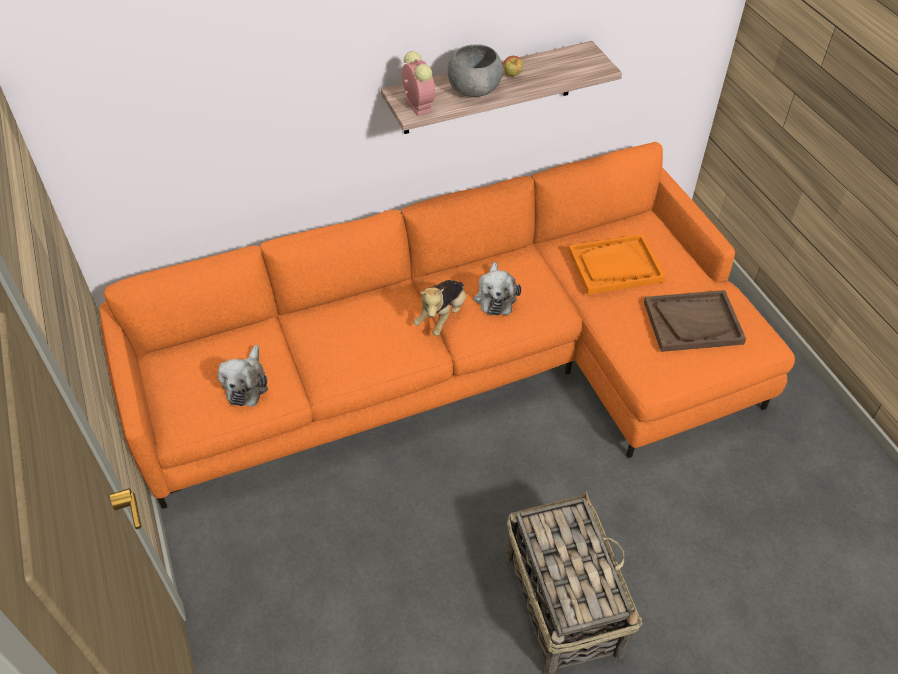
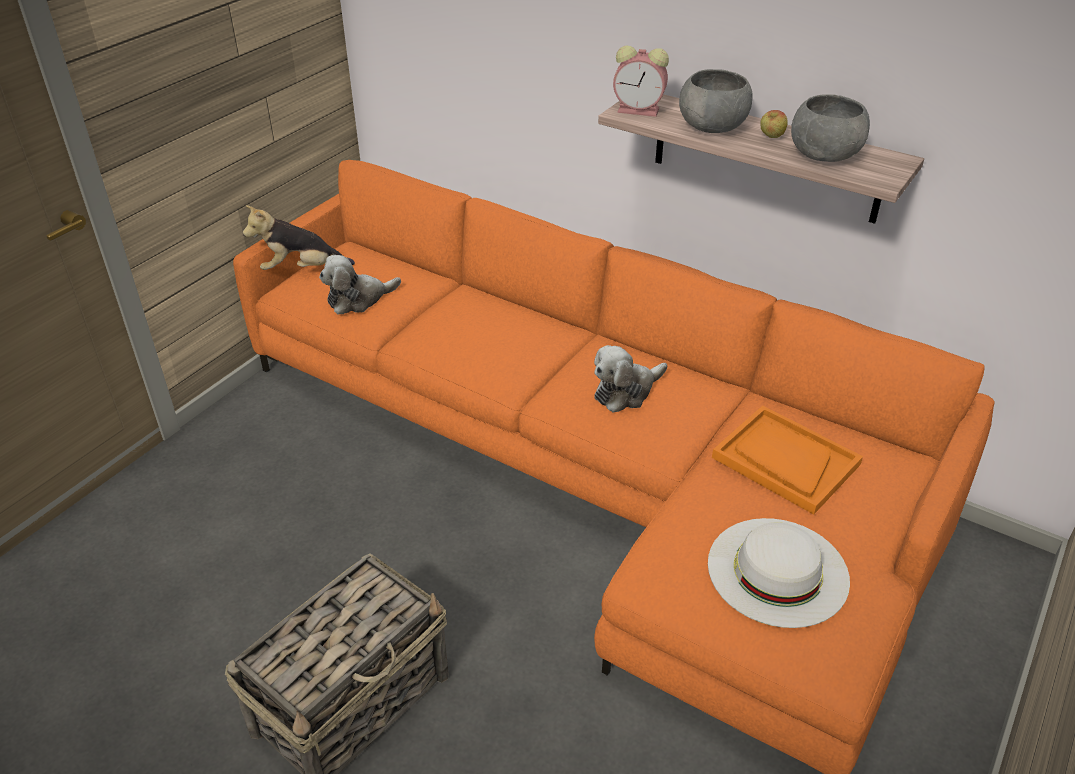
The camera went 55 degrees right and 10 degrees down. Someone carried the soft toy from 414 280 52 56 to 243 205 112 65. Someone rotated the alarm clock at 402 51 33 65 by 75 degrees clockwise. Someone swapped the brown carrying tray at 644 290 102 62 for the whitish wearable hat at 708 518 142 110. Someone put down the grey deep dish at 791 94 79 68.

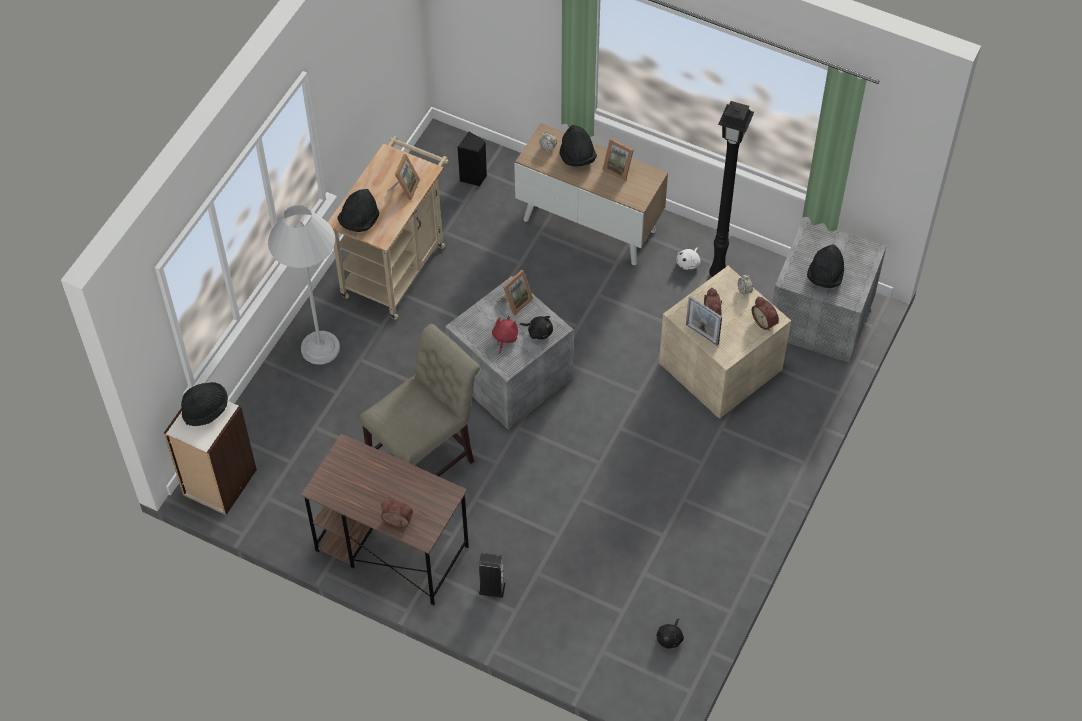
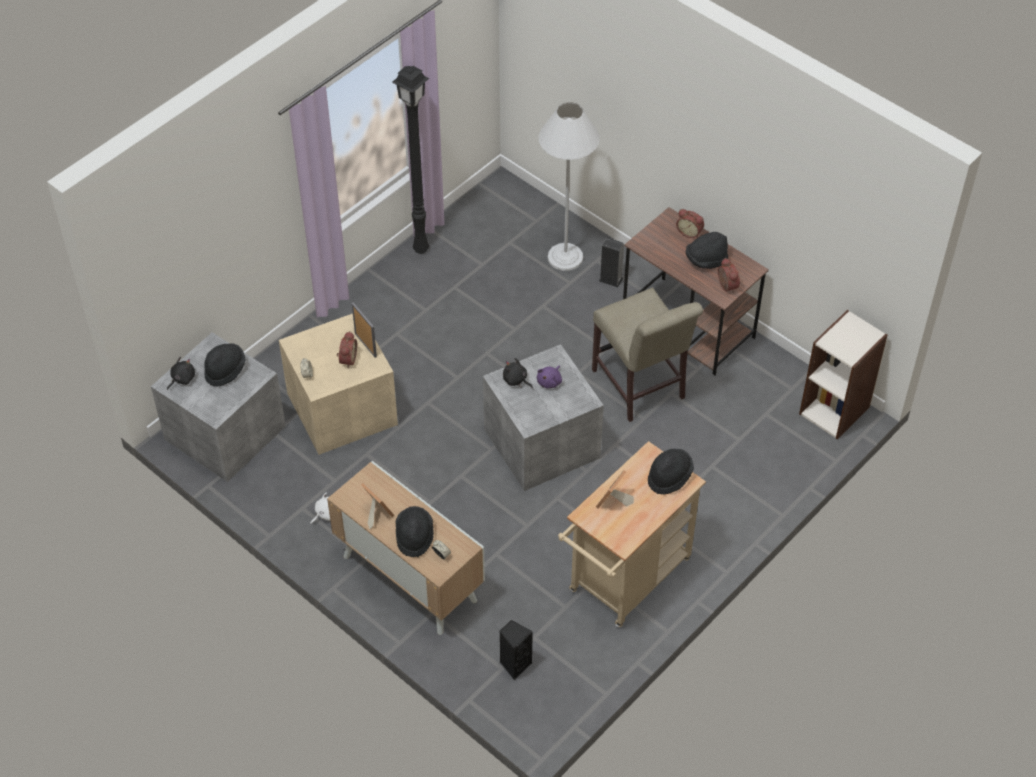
The camera went 165 degrees left and 5 degrees down. Someone carried the black-coloured soft toy from 656 619 28 30 to 167 357 28 33. Someone carried the black-coloured floor lamp from 709 101 45 176 to 392 66 37 188. Someone repainted the red-coloured soft toy at 492 316 26 38, which became the purplish soft toy at 537 366 25 22. Someone carried the whitish floor lamp from 268 205 72 159 to 539 102 61 169. Someone rotated the sand-coloured upright chair at 360 324 120 152 by 90 degrees counterclockwise. Someone carried the black-coloured wearable hat from 181 382 47 44 to 686 232 42 37. Someone carried the alarm clock from 752 297 27 34 to 718 258 22 35. Someone took away the picture frame at 497 270 36 45.

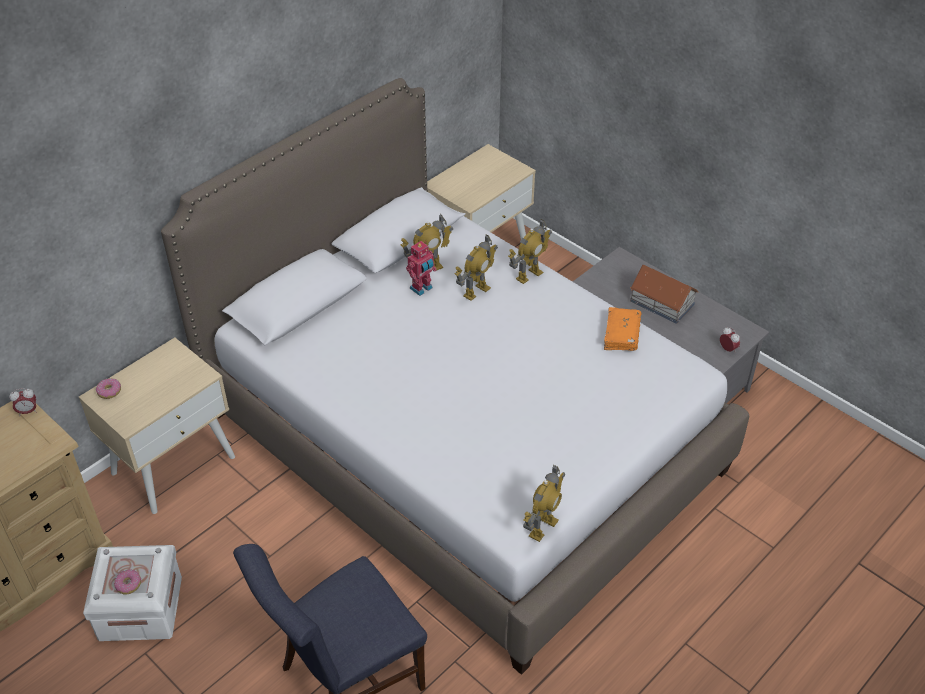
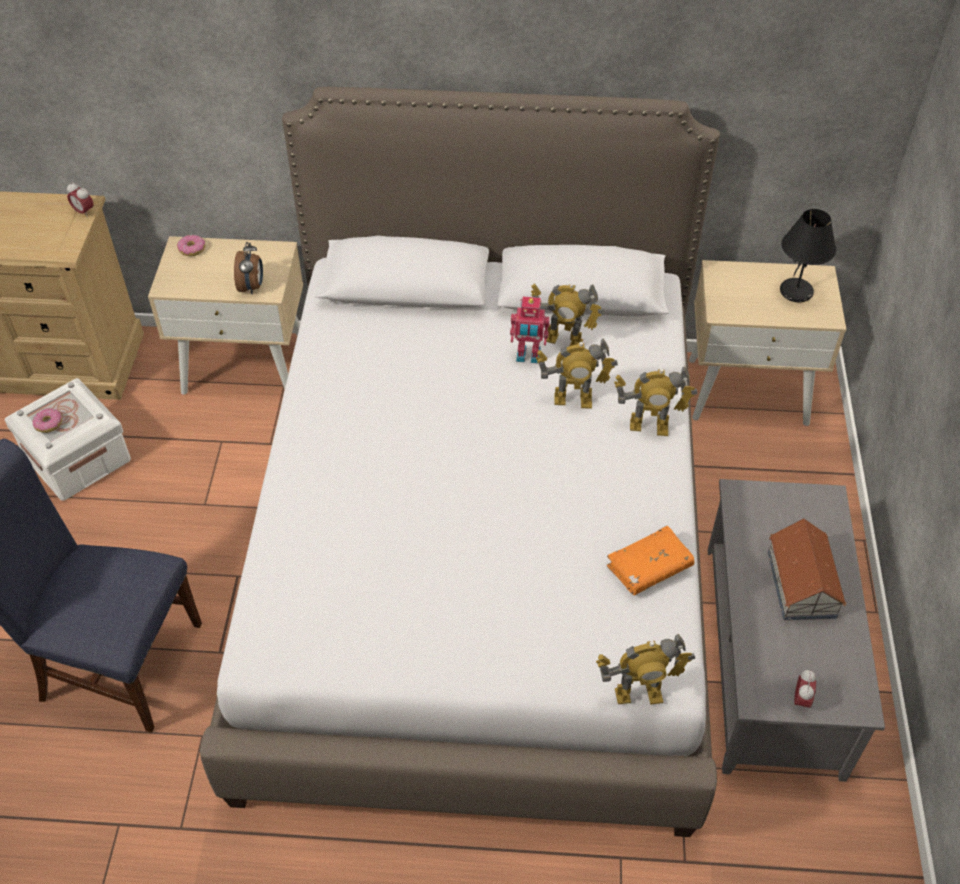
The camera went 50 degrees right and 5 degrees up. Someone put down the alarm clock at 234 242 29 52. Someone carried the model robot from 523 465 42 77 to 596 634 99 71. Someone put down the black-coloured tabletop lamp at 780 209 56 93.

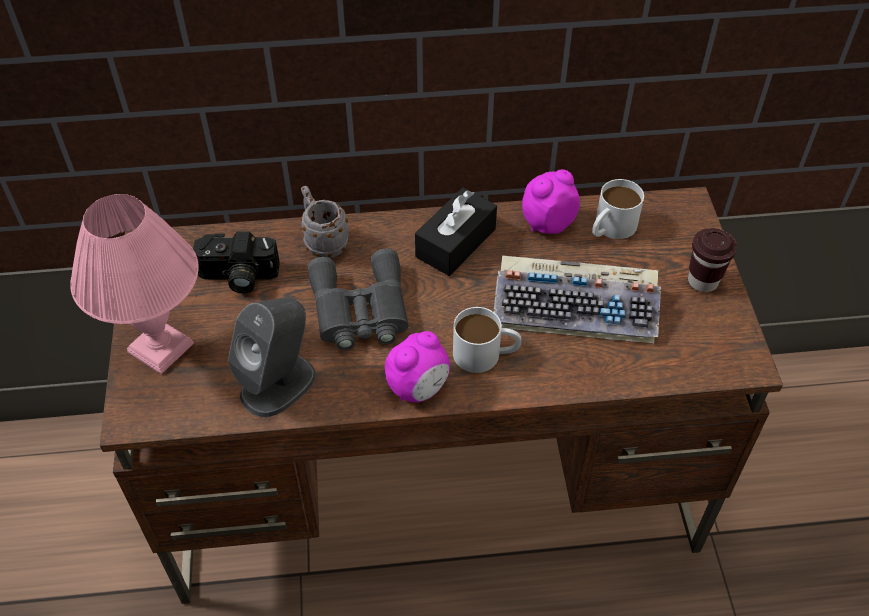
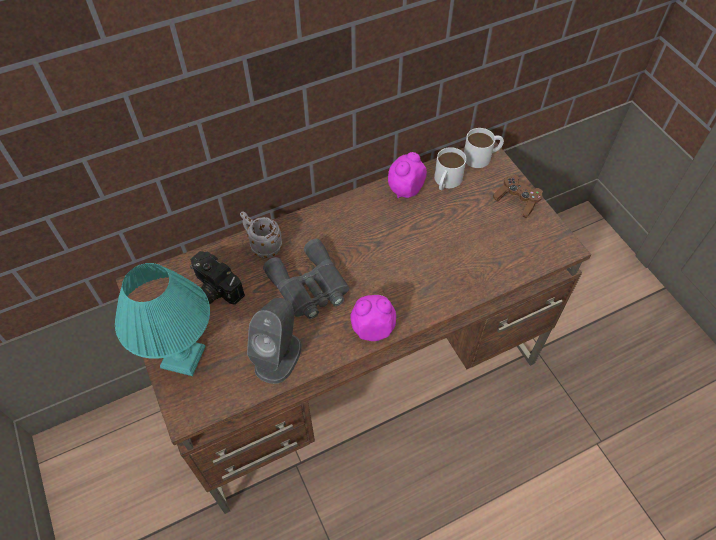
The camera went 20 degrees left and 5 degrees up. Someone repainted the pink tabletop lamp at 70 194 129 180, which became the blue-green tabletop lamp at 115 263 95 113. Someone rotated the still camera at 193 232 87 61 by 60 degrees clockwise. Someone rotated the alarm clock at 385 331 65 72 by 120 degrees counterclockwise. Someone carried the whitish coffee mug from 453 307 68 66 to 464 128 40 40. Someone swapped the brown drinking cup at 688 228 49 64 for the brown joypad at 493 174 50 44. Someone took away the black-coloured box of tissues at 415 188 82 88. Someone took away the computer keyboard at 493 256 168 87.

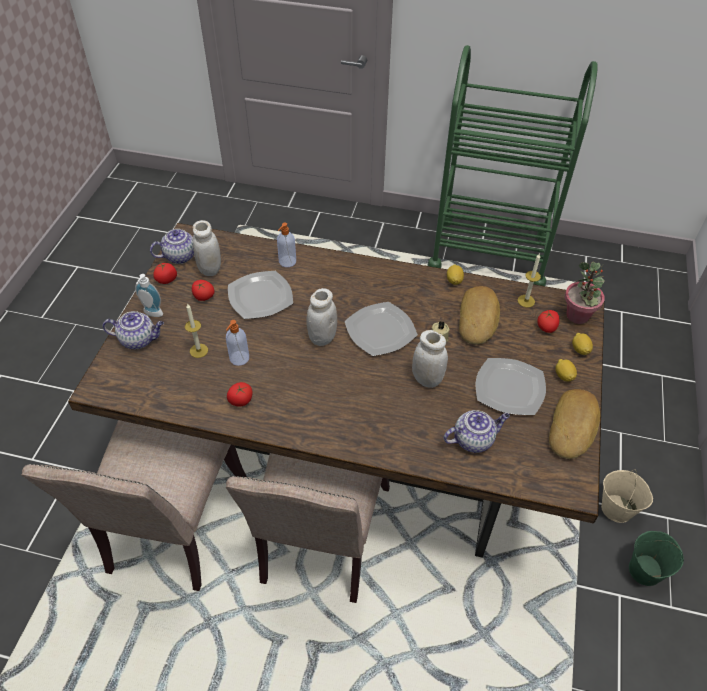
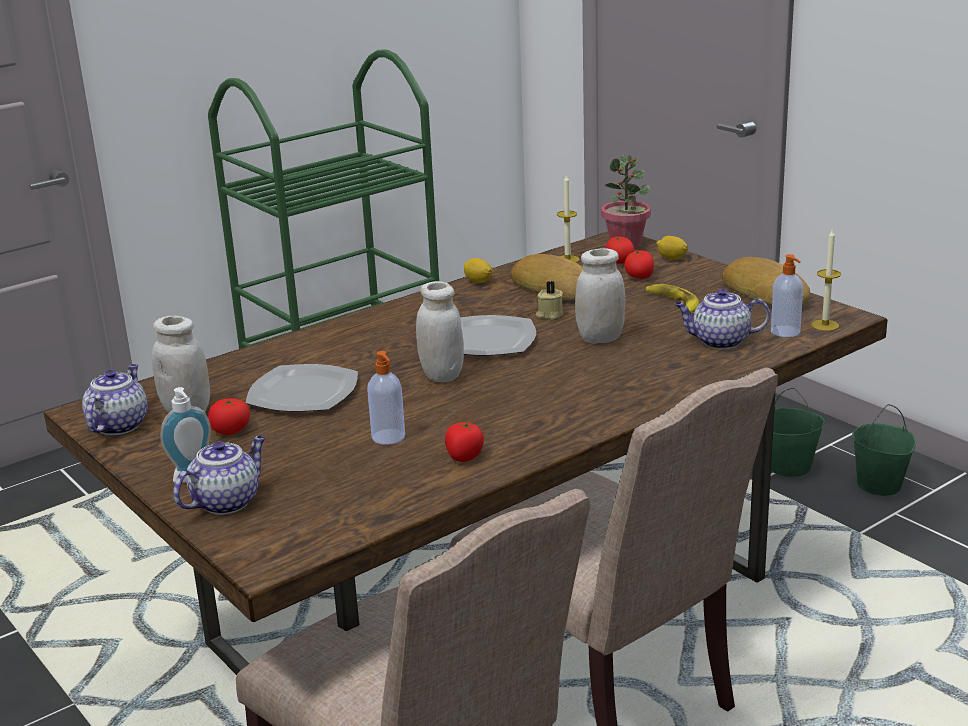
The camera went 50 degrees left and 25 degrees down. Someone carried the fresh tomato from 153 263 24 21 to 624 250 30 29. Someone swapped the plate at 476 358 70 57 for the banana at 646 284 53 29. Someone rotated the pot for tea at 443 410 67 43 by 105 degrees counterclockwise. Someone carried the soap dispenser from 277 222 19 45 to 771 254 32 83. Someone repainted the sand-coloured pail at 601 469 52 54, which became the green-coloured pail at 771 388 54 89. Someone carried the wax candle from 185 303 23 55 to 811 228 30 103. Someone took away the citrus fruit at 555 359 22 23.

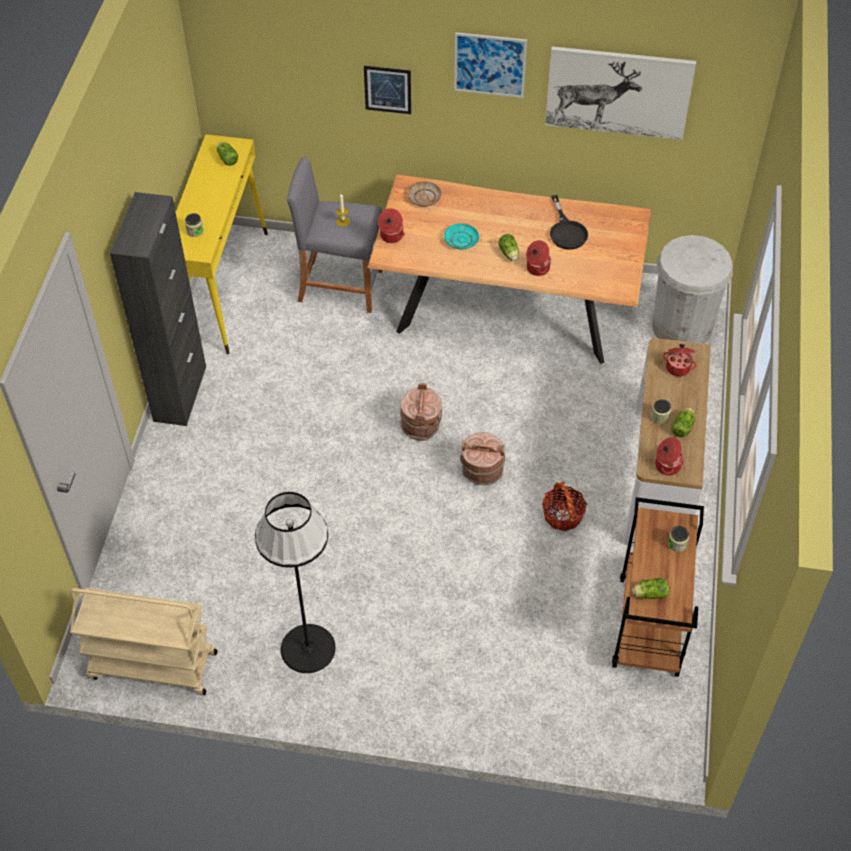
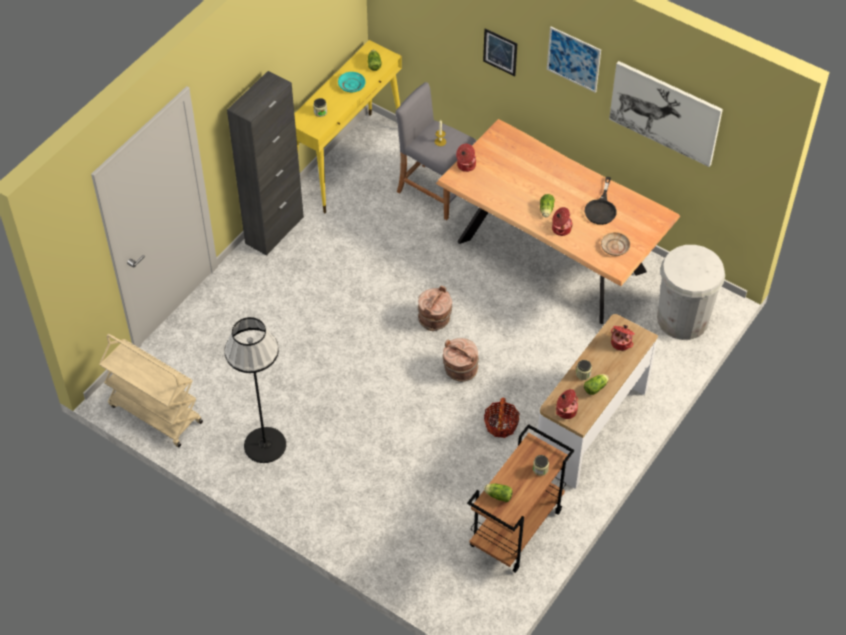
The camera went 25 degrees right and 0 degrees up. Someone carried the blue-green plate from 444 223 35 26 to 338 72 28 20. Someone carried the sand-coloured plate from 408 181 33 26 to 601 232 29 24.

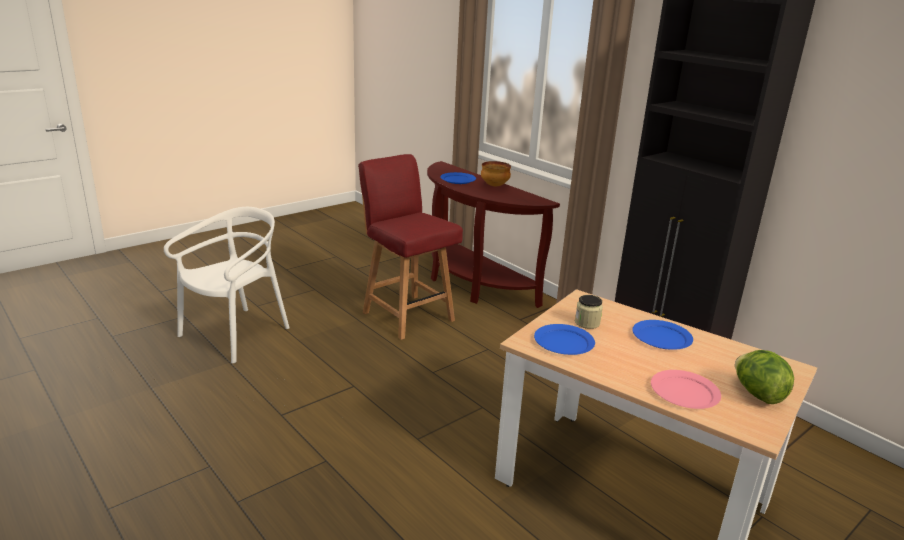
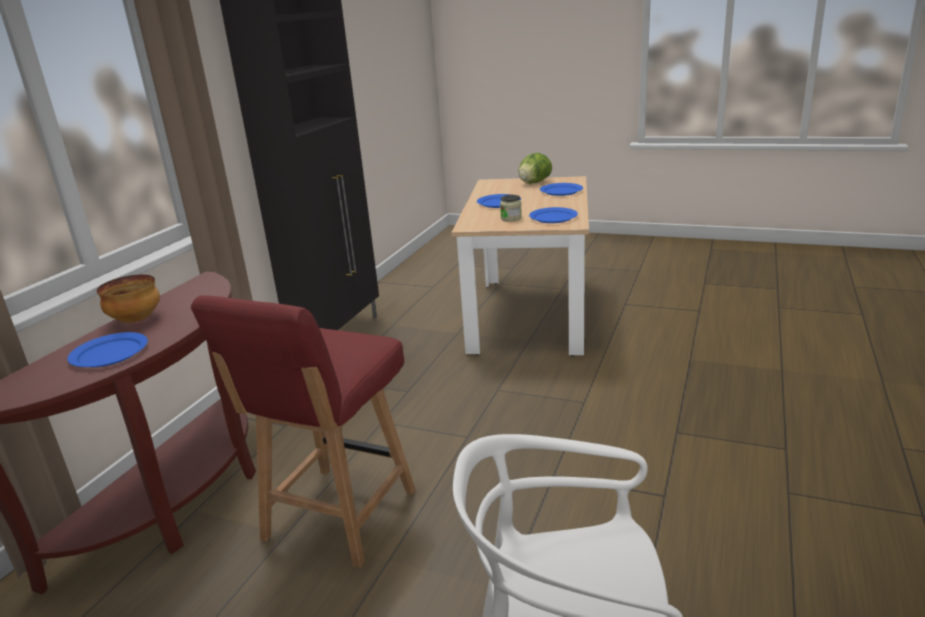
The camera went 115 degrees left and 0 degrees up. Someone repainted the pink plate at 651 370 70 39, which became the blue-coloured plate at 540 183 43 13.

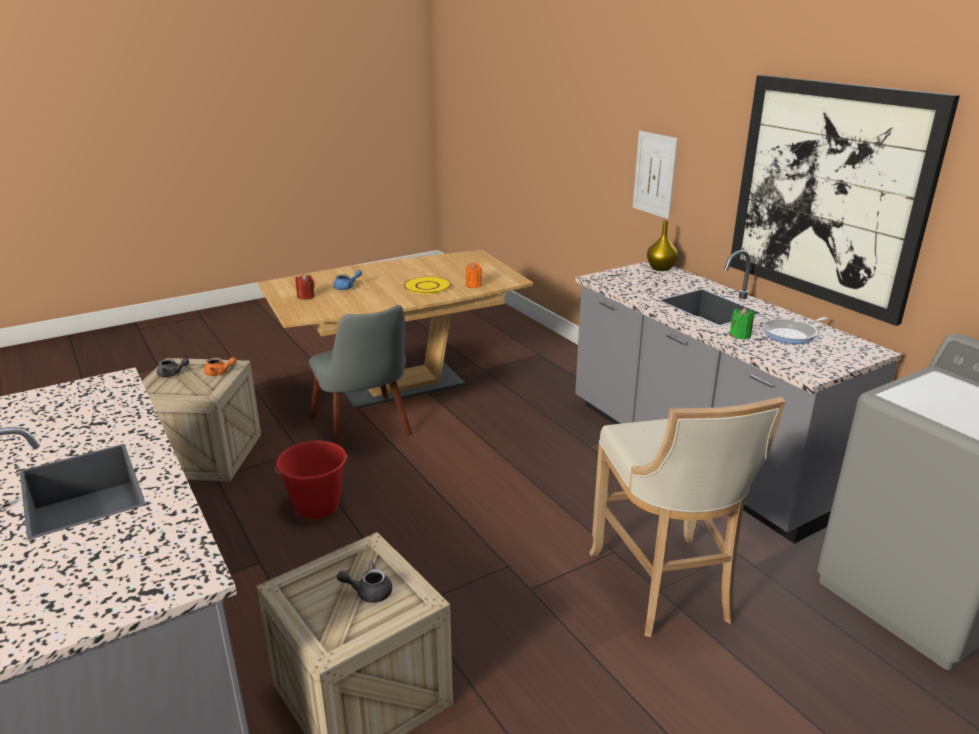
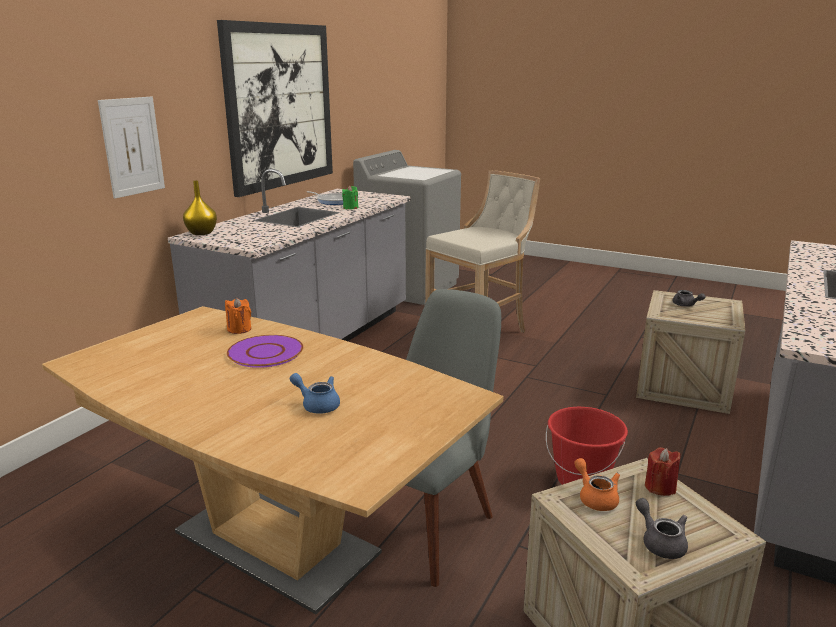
The camera went 120 degrees left and 5 degrees down. Someone repainted the yellow plate at 404 276 47 18, which became the purplish plate at 227 335 77 33. Someone carried the red-coloured wax candle from 295 274 20 26 to 645 448 36 48.

